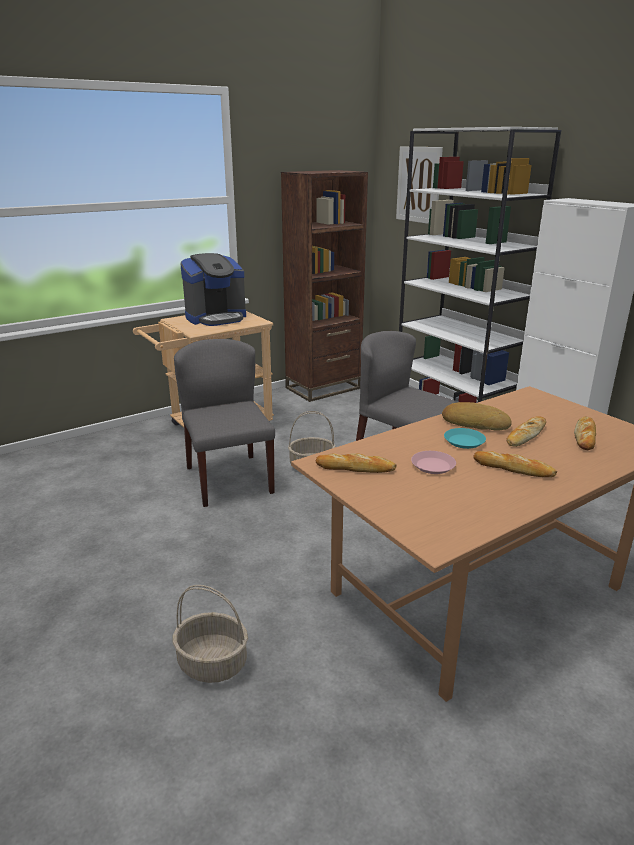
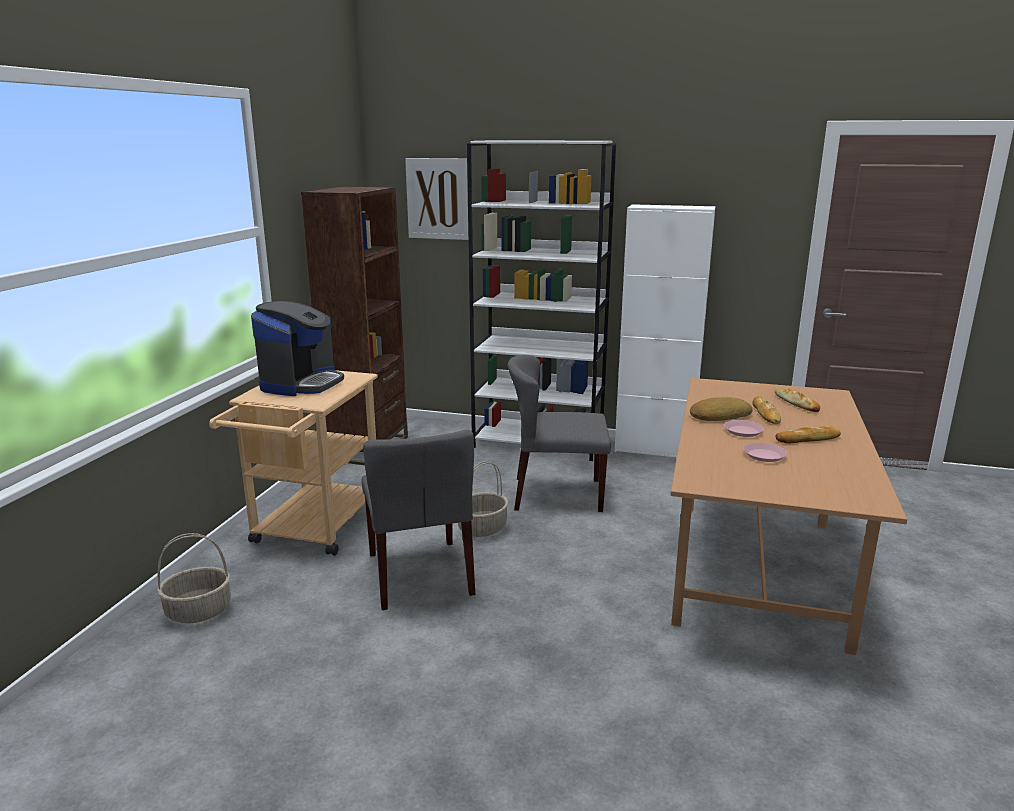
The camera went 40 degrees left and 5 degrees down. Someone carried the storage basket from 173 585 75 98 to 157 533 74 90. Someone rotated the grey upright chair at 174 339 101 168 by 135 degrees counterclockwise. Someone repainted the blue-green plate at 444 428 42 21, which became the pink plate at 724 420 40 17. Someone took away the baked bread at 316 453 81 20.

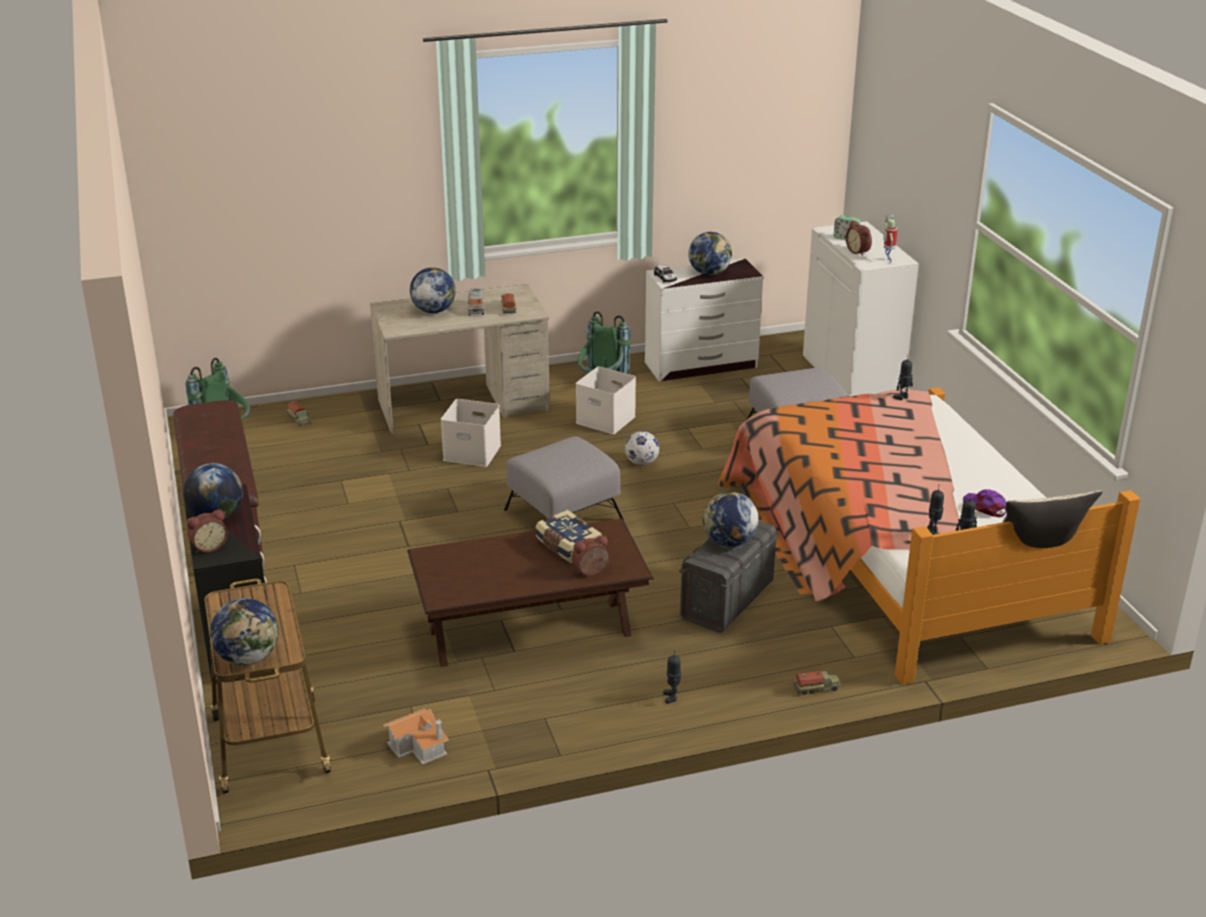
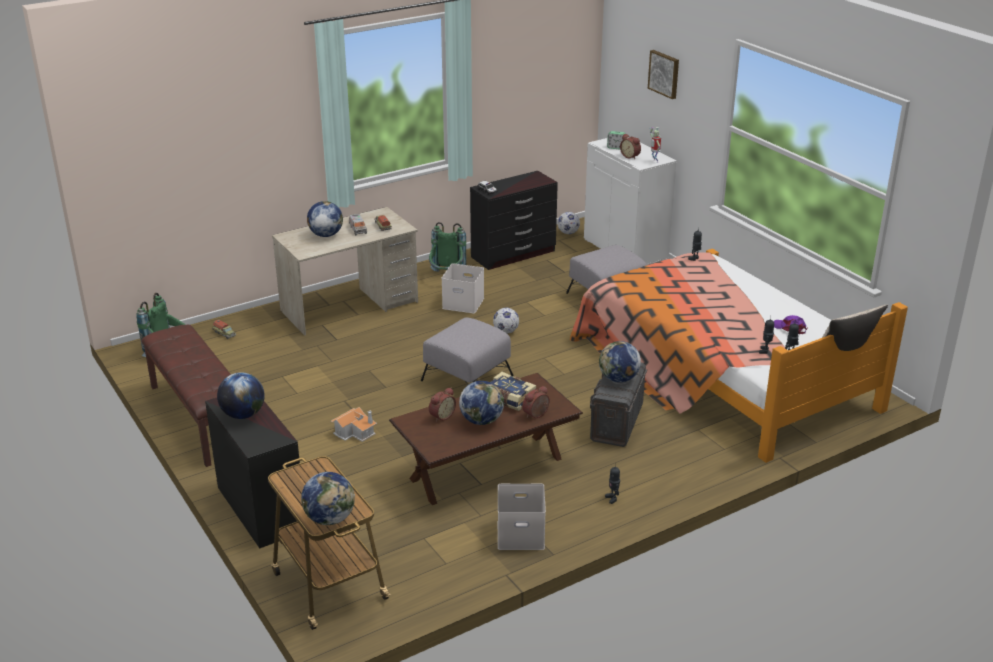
The camera went 15 degrees left and 0 degrees up. Someone carried the toy house from 383 708 66 57 to 331 407 46 35. Someone carried the alarm clock from 187 509 41 44 to 429 388 27 34. Someone carried the world globe from 688 232 44 43 to 459 381 45 44. Someone repainted the whitish chest of drawers at 645 258 118 123, which became the black-coloured chest of drawers at 470 171 88 99. Someone carried the whitish storage bin from 441 399 60 68 to 498 484 48 66. Someone put down the football at 558 212 22 22. Someone put up the wall picture at 648 50 31 49. Someone took away the model truck at 793 671 47 24.

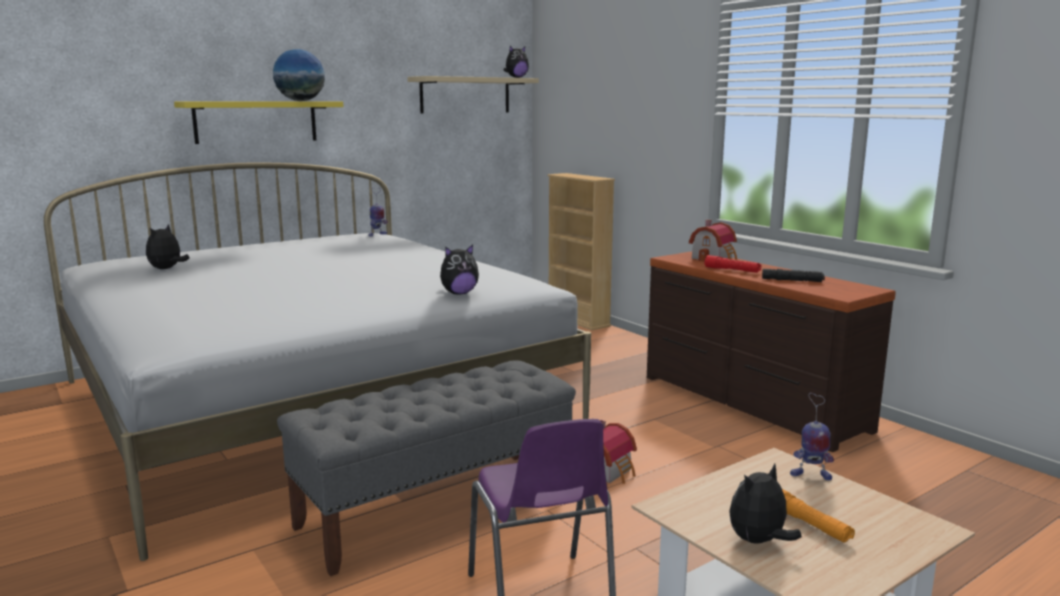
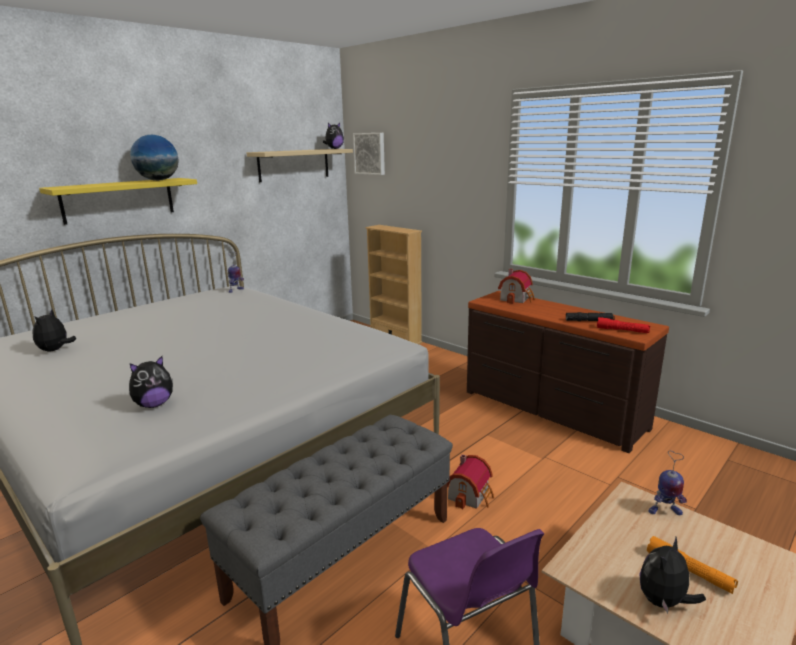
The camera went 10 degrees left and 5 degrees up. Someone carried the soft toy from 440 245 39 49 to 129 356 44 52. Someone put up the wall picture at 353 133 32 42. Someone carried the red-coloured torch from 705 255 56 18 to 597 317 53 16.

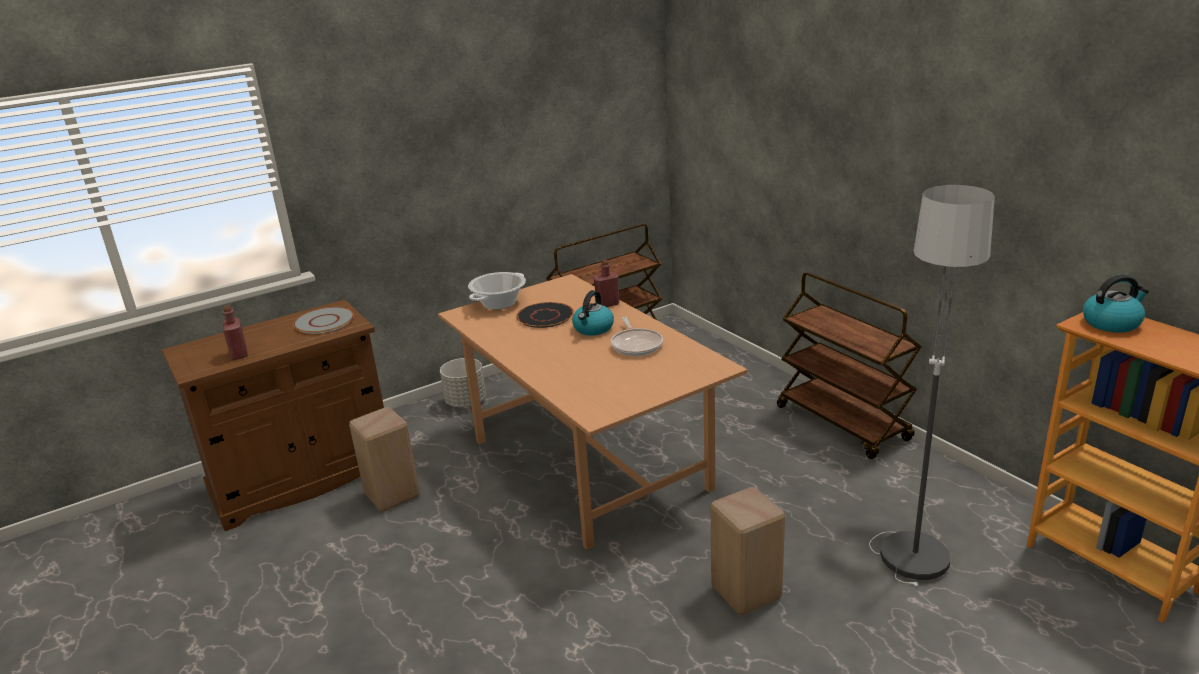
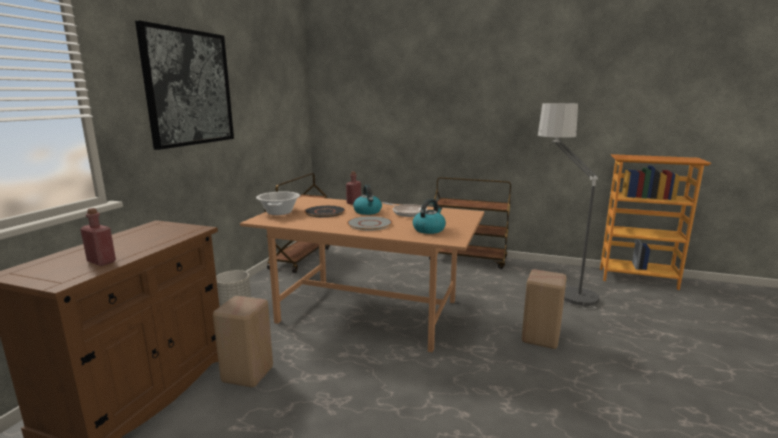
The camera went 40 degrees left and 10 degrees down. Someone put up the wall picture at 135 20 99 130. Someone carried the grey plate from 293 307 61 27 to 347 216 45 15. Someone carried the tea kettle from 1083 275 66 58 to 413 199 33 35.

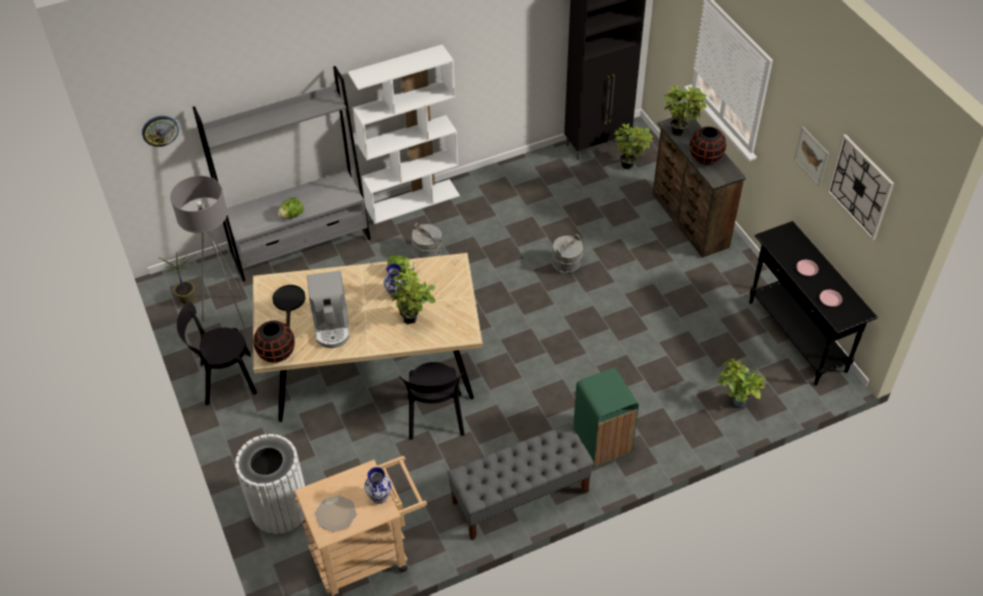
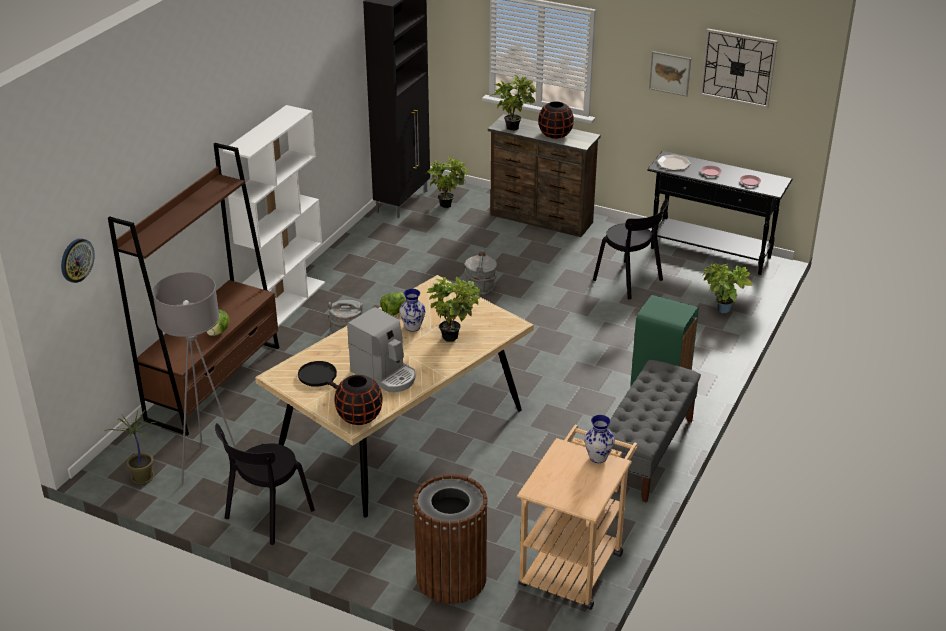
The camera went 40 degrees left and 15 degrees down. Someone repainted the grey shelving unit at 192 66 179 216, which became the brown shelving unit at 108 143 171 293. Someone repainted the whitish waste bin at 235 434 70 100, which became the brown waste bin at 413 474 75 130. Someone carried the black-coloured upright chair from 399 362 66 78 to 593 198 75 102. Someone carried the plate from 315 495 42 37 to 657 155 34 15.

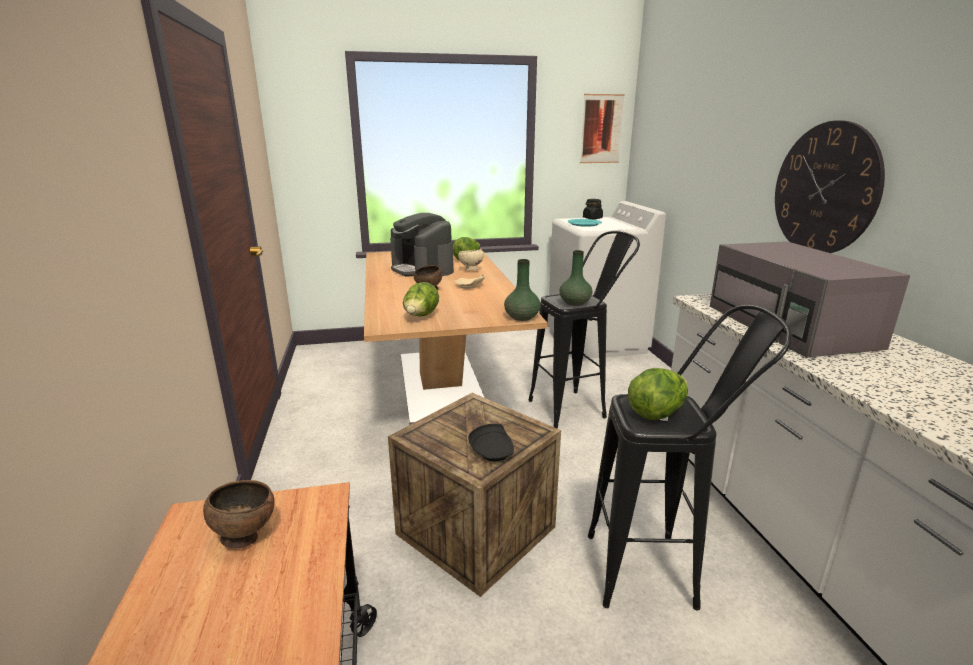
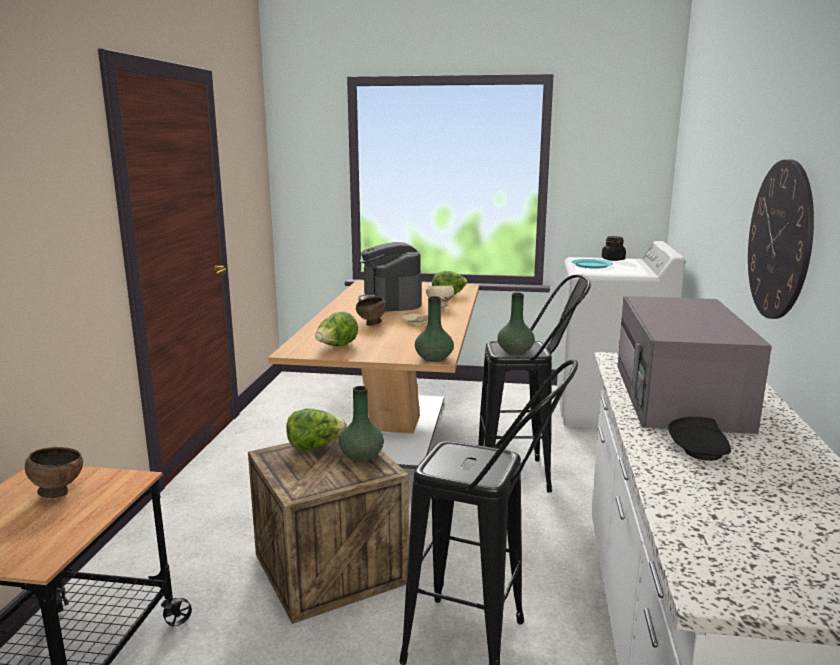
The camera went 20 degrees right and 5 degrees down. Someone carried the lettuce head from 628 368 60 52 to 286 408 61 43. Someone put down the green-coloured decorative vase at 339 386 45 76. Someone carried the black-coloured plate from 468 424 46 37 to 668 417 63 44. Someone took away the wall picture at 580 94 45 69.

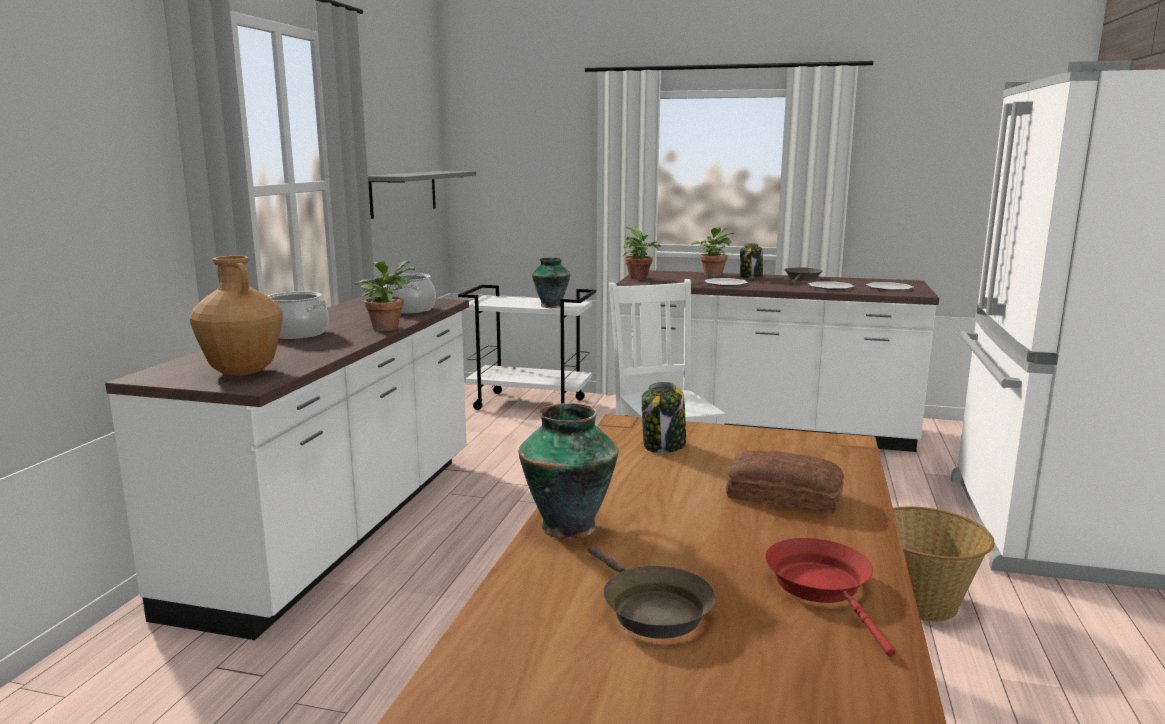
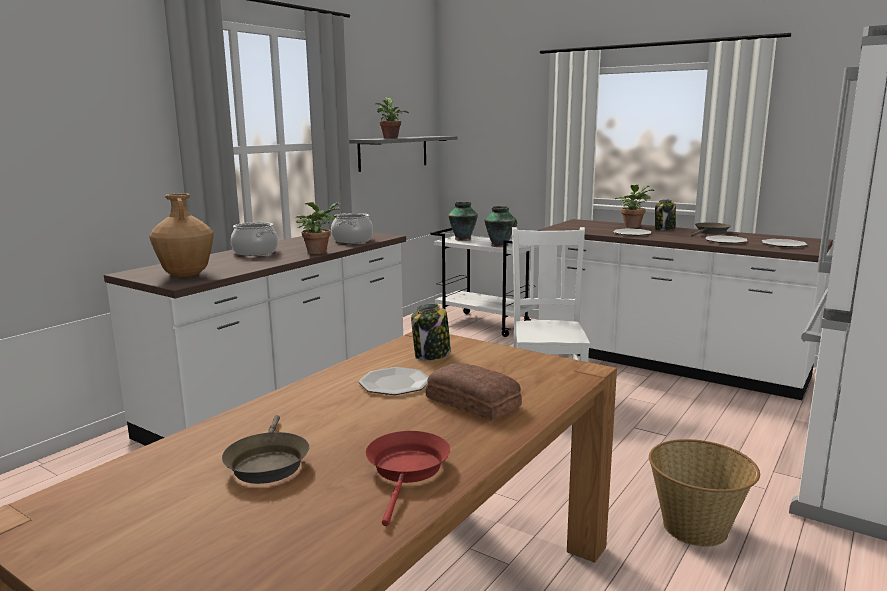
The camera went 20 degrees right and 0 degrees up. Someone put down the plate at 359 367 70 28. Someone carried the plant in a pot from 623 227 38 53 to 376 98 33 40. Someone carried the decorative vase from 519 403 100 136 to 448 202 30 39.

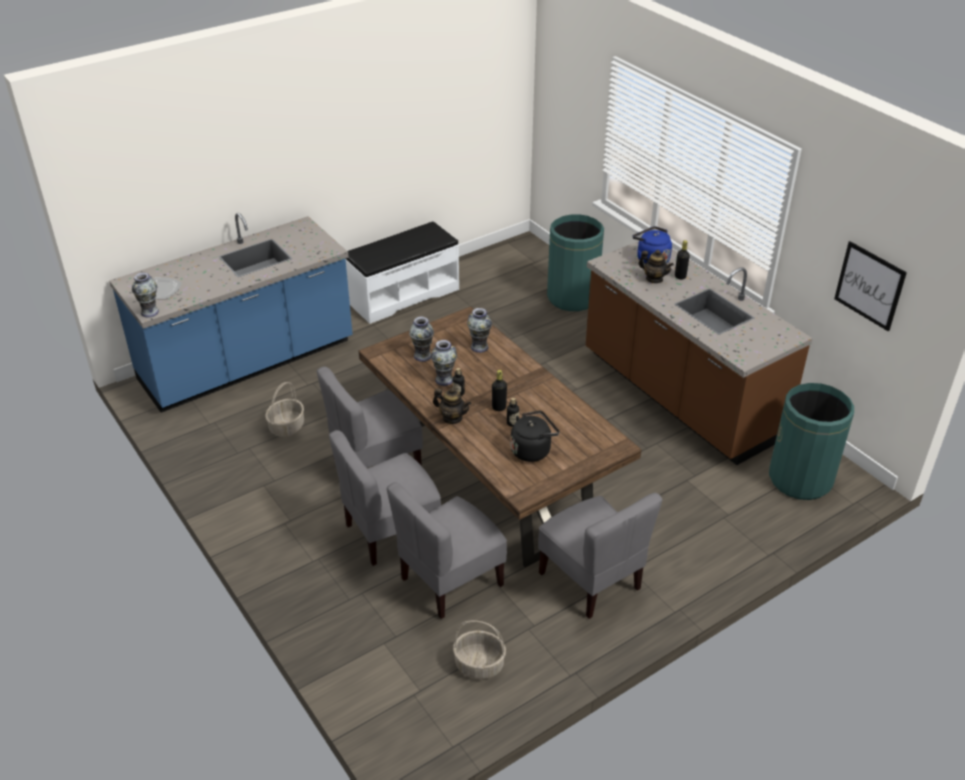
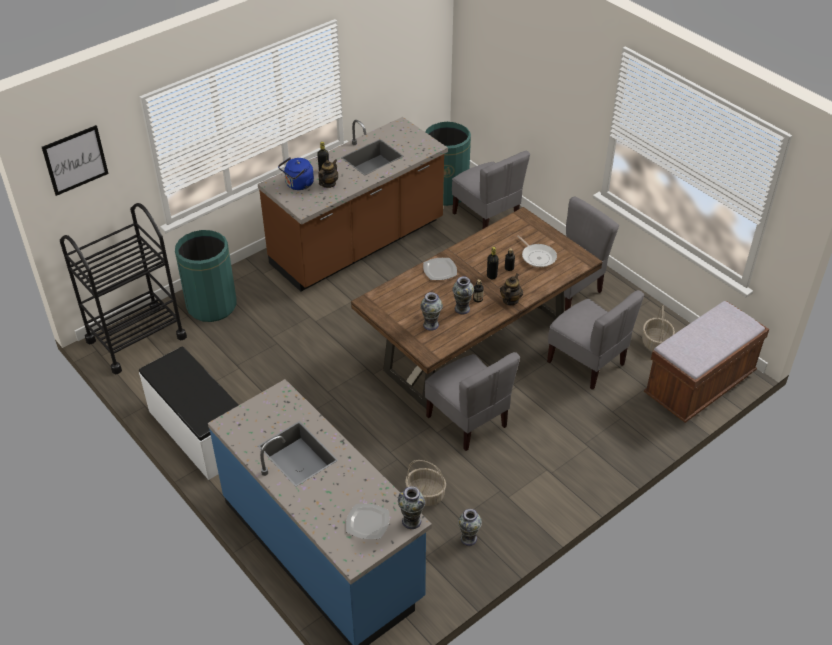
The camera went 95 degrees left and 5 degrees up. Someone carried the wall picture from 834 241 73 90 to 42 125 67 71. Someone put down the black-coloured trolley at 60 203 127 172. Someone put down the plate at 423 258 34 22. Someone carried the grey upright chair from 329 430 112 136 to 452 151 78 78. Someone carried the decorative vase from 467 308 25 45 to 458 509 24 37. Someone swapped the black-coloured tea kettle at 511 411 48 51 for the frying pan at 517 235 40 33. Someone put down the brown long seat at 644 301 125 121.

